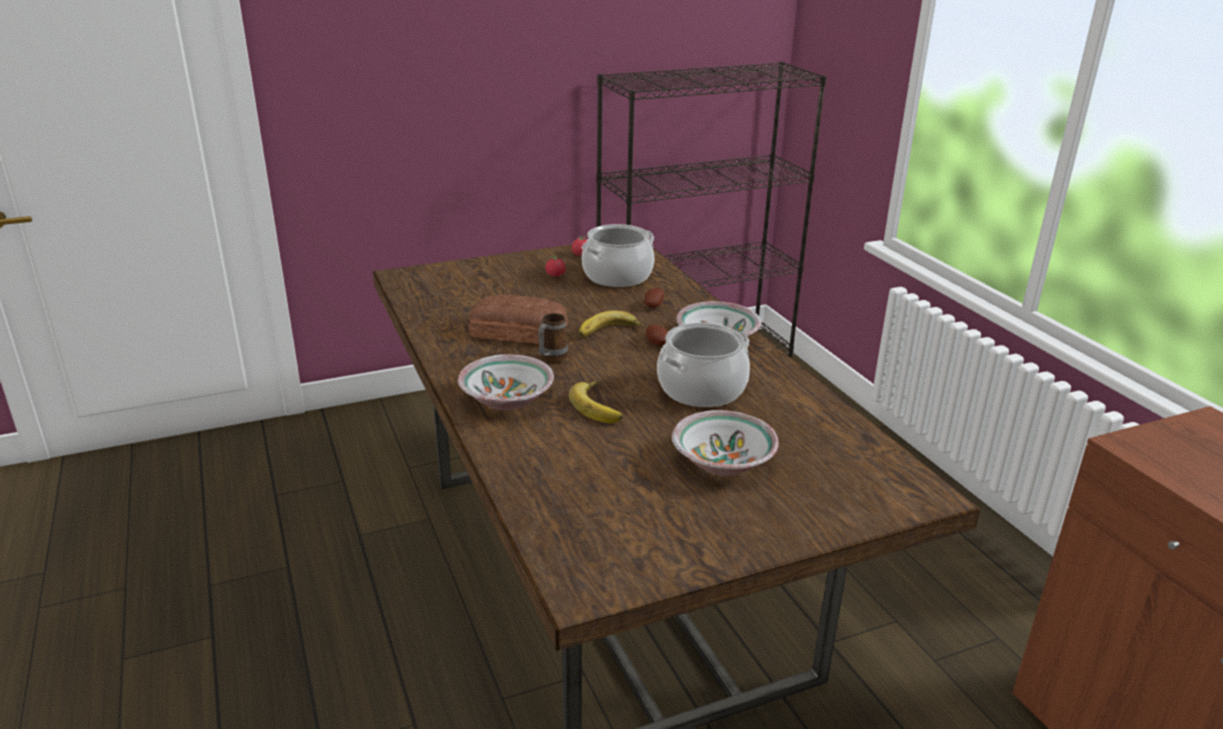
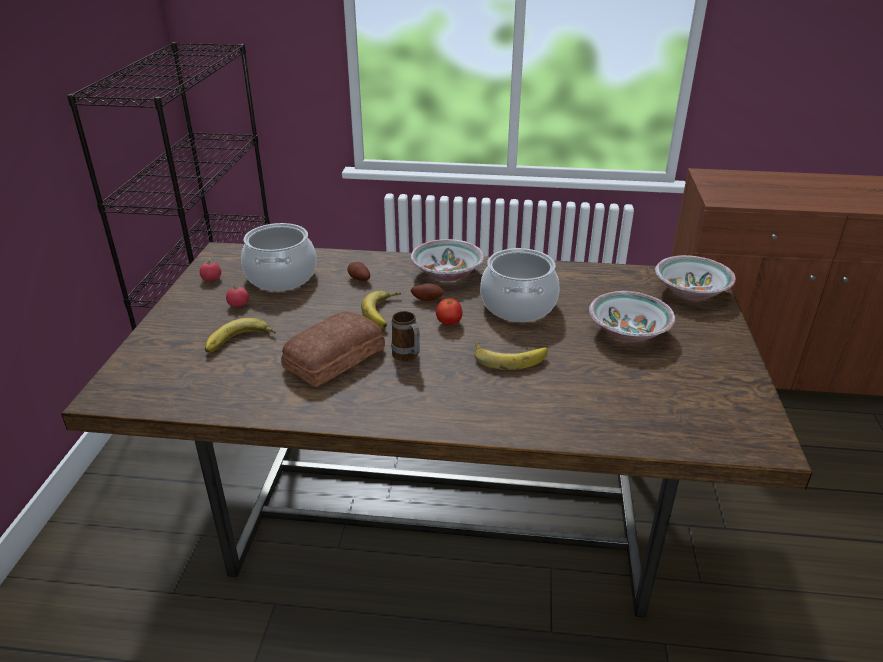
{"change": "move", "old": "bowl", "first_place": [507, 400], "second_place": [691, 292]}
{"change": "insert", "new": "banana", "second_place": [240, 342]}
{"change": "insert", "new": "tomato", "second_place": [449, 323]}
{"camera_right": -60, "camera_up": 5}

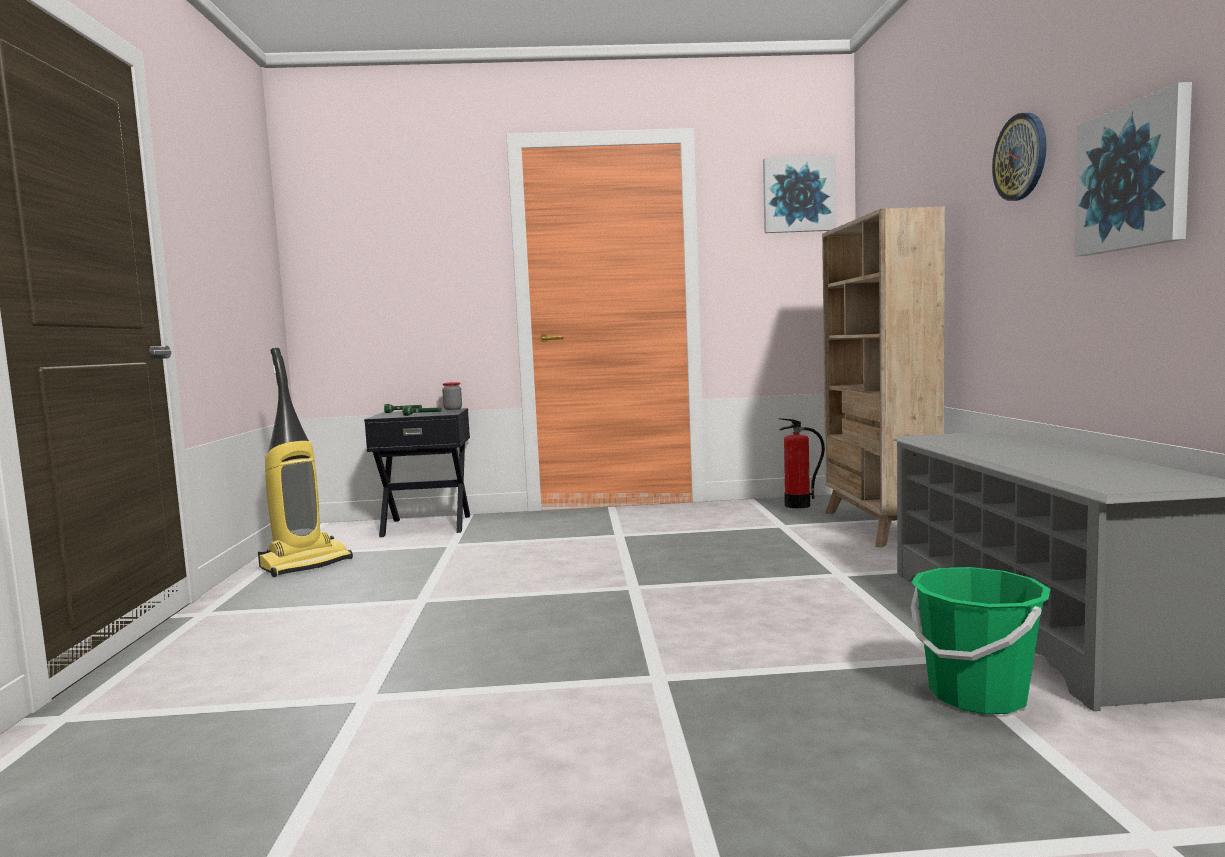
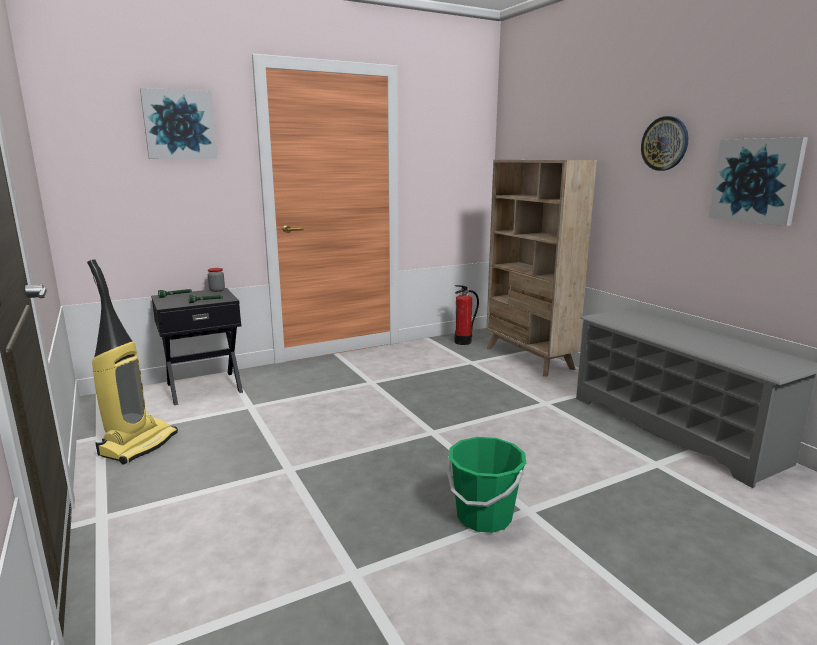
{"change": "move", "old": "picture", "first_place": [798, 195], "second_place": [179, 125]}
{"change": "move", "old": "green bucket", "first_place": [977, 695], "second_place": [484, 517]}
{"camera_right": -25, "camera_up": 10}

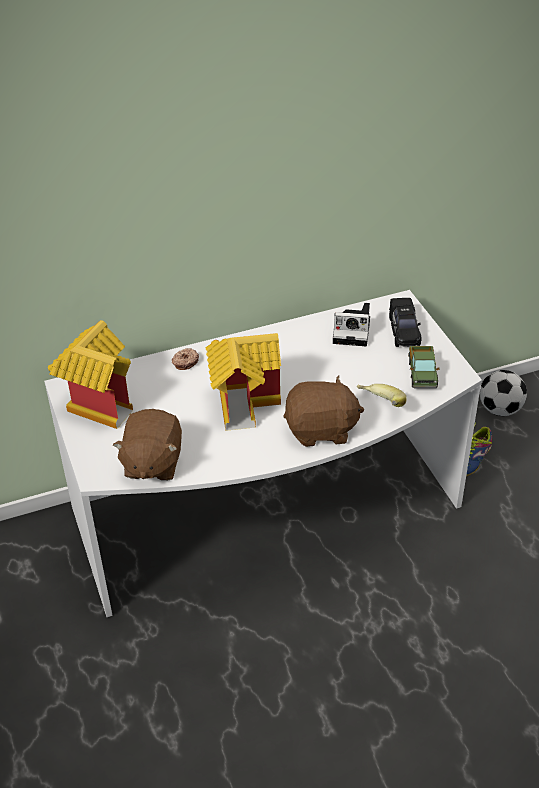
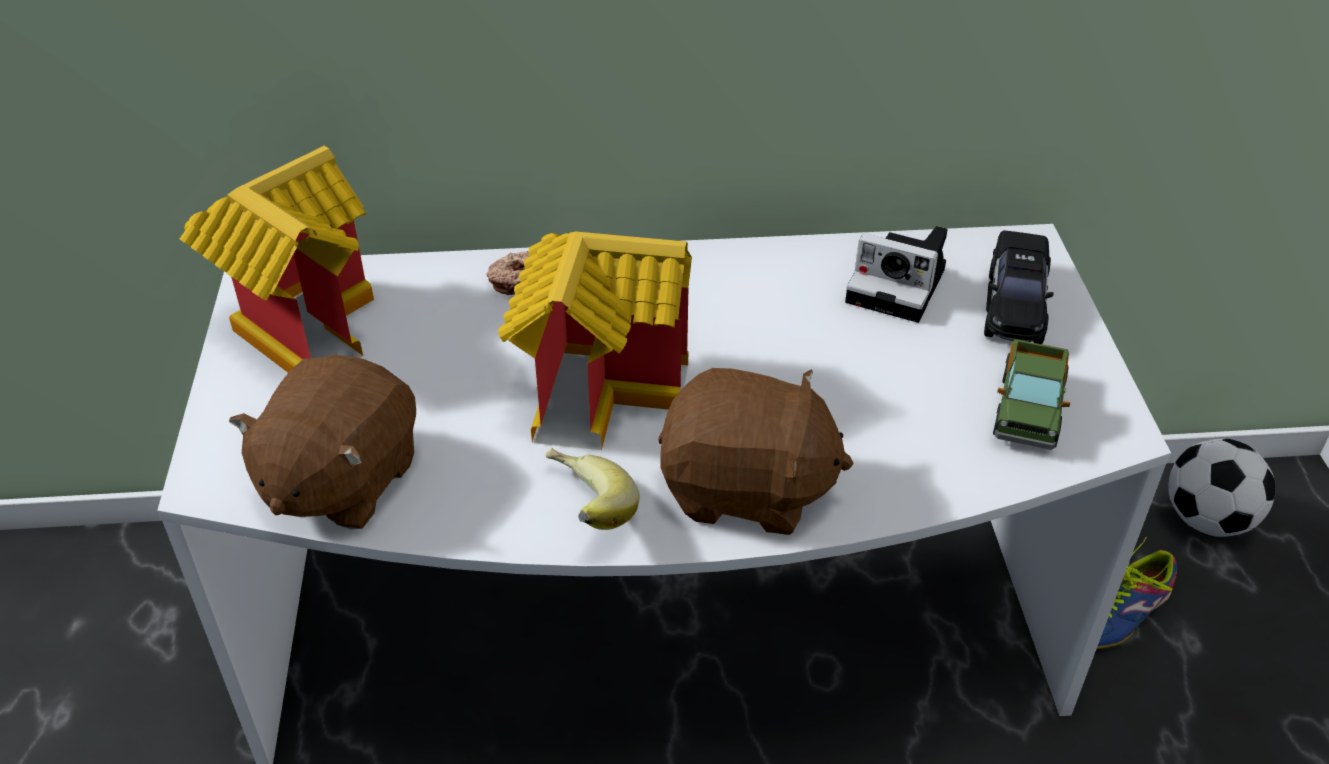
{"change": "move", "old": "banana", "first_place": [379, 406], "second_place": [583, 512]}
{"camera_right": 15, "camera_up": 0}

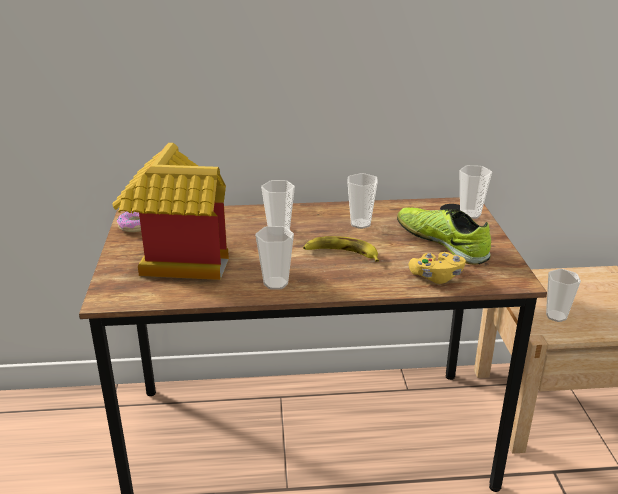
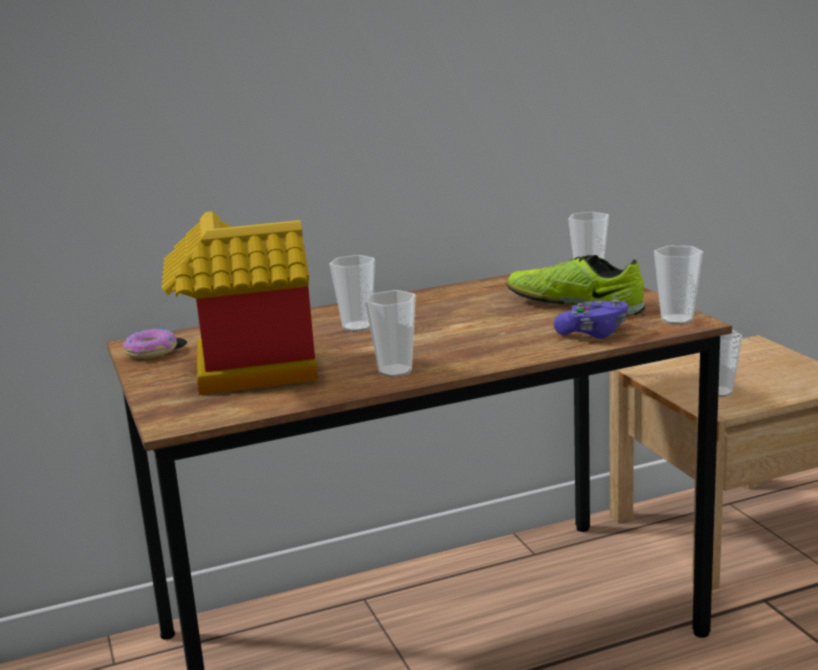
{"change": "delete", "old": "banana", "first_place": [341, 254]}
{"change": "move", "old": "cup", "first_place": [360, 224], "second_place": [677, 320]}
{"change": "recolor", "old": "yellow game controller", "new": "purple game controller", "first_place": [436, 277], "second_place": [593, 334]}
{"camera_right": -15, "camera_up": -10}

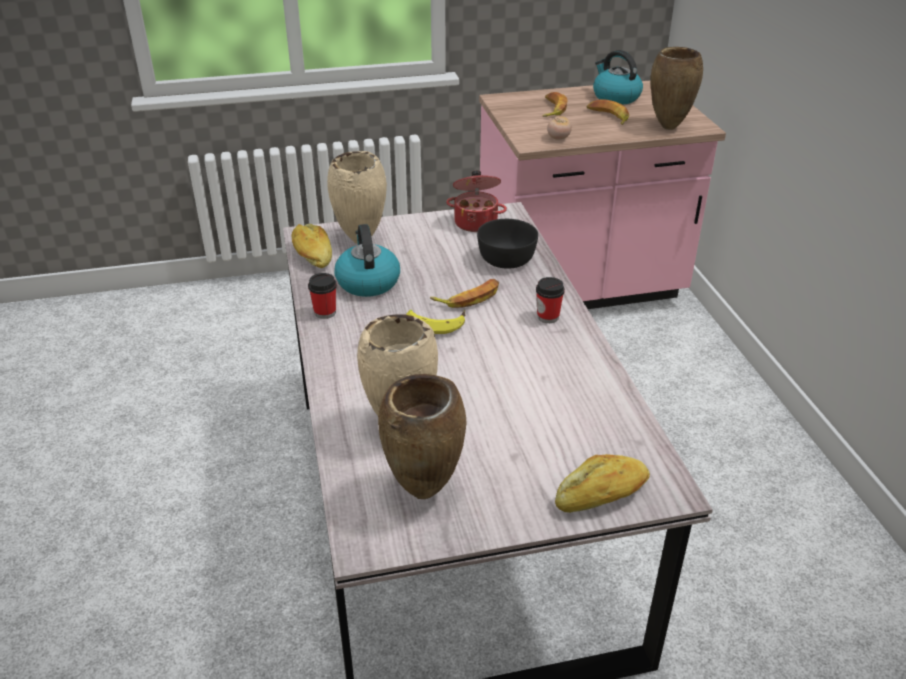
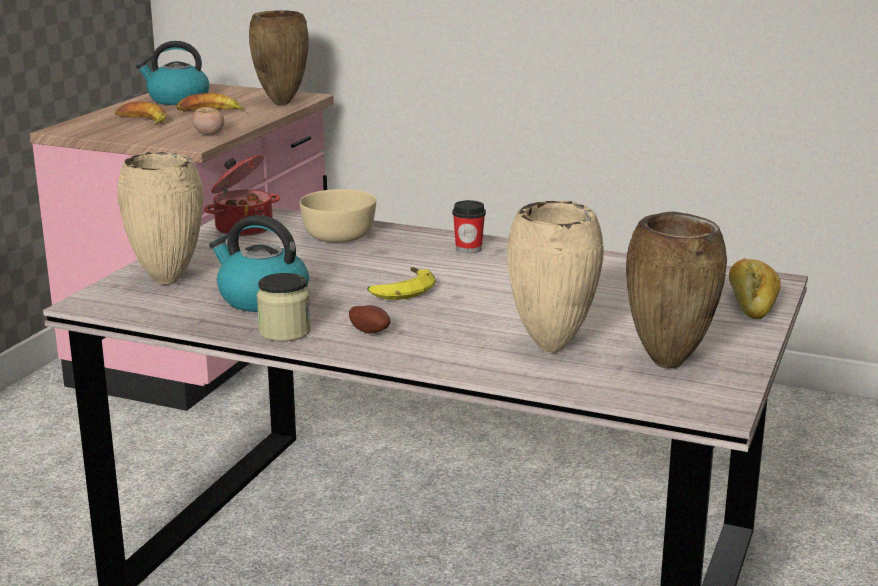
{"change": "delete", "old": "bread", "first_place": [312, 255]}
{"change": "replace", "old": "cup", "new": "jar", "first_place": [325, 312], "second_place": [285, 332]}
{"change": "delete", "old": "banana", "first_place": [469, 298]}
{"change": "recolor", "old": "black bowl", "new": "beige bowl", "first_place": [505, 259], "second_place": [338, 236]}
{"change": "insert", "new": "potato", "second_place": [370, 331]}
{"camera_right": -55, "camera_up": -15}

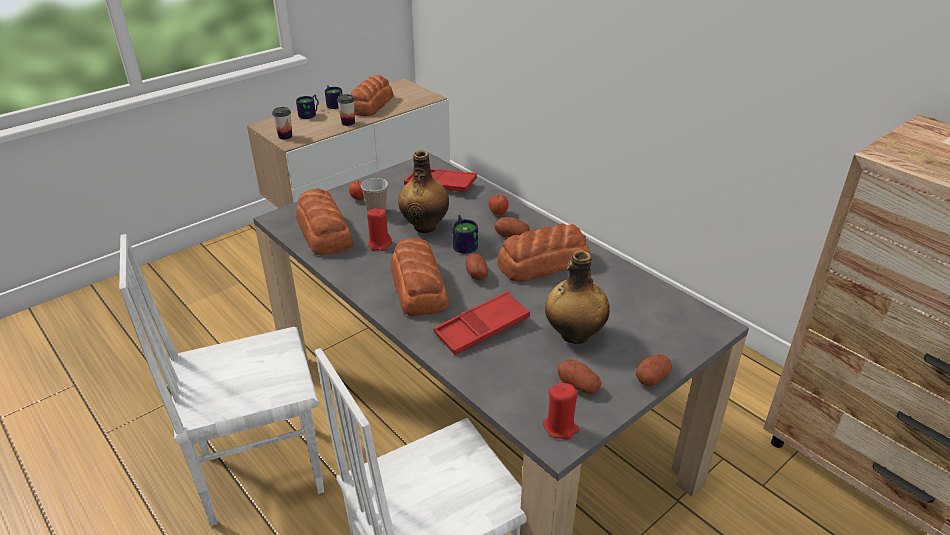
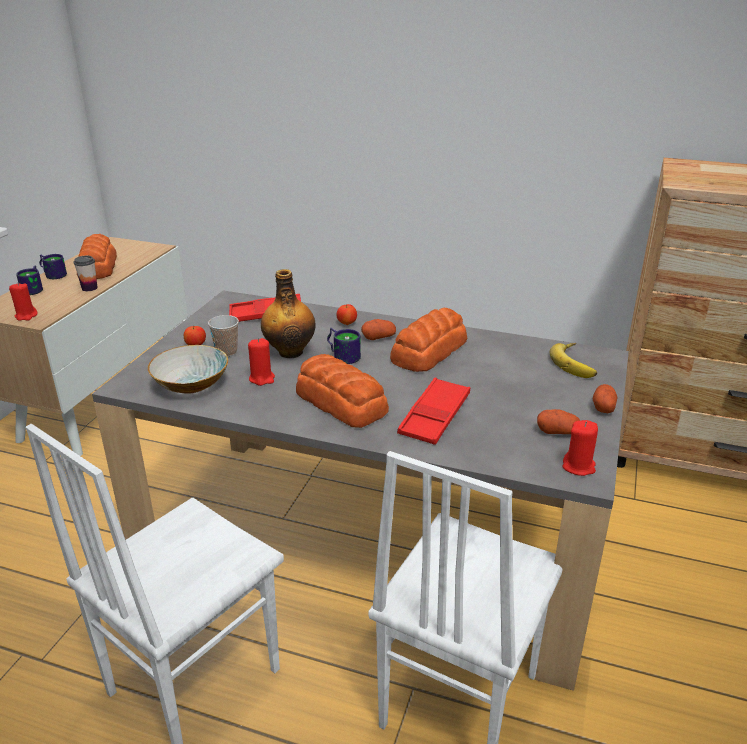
{"change": "replace", "old": "cup", "new": "red candle", "first_place": [285, 136], "second_place": [26, 316]}
{"change": "replace", "old": "bread", "new": "bowl", "first_place": [324, 232], "second_place": [191, 385]}
{"change": "delete", "old": "potato", "first_place": [476, 274]}
{"change": "delete", "old": "bottle", "first_place": [573, 335]}
{"change": "insert", "new": "banana", "second_place": [576, 363]}
{"camera_right": -30, "camera_up": -5}

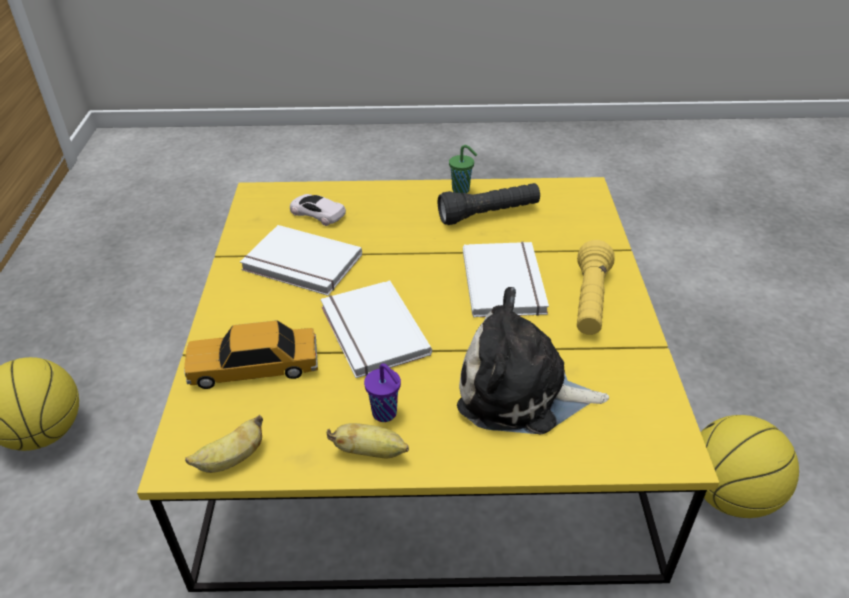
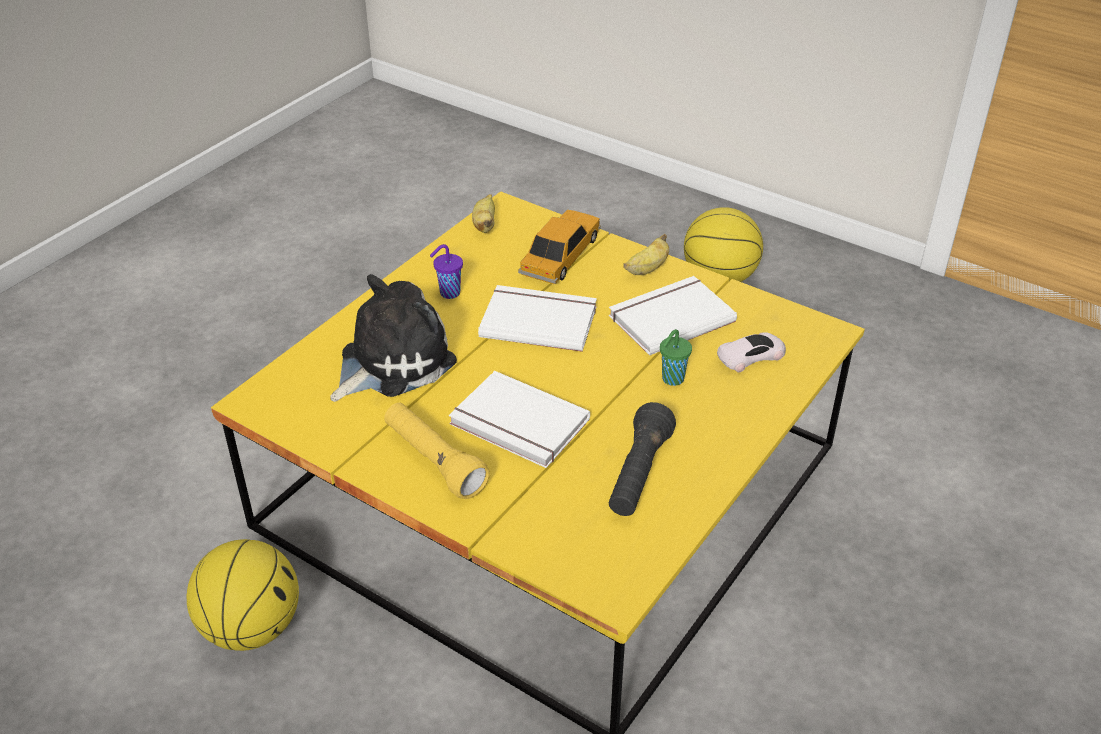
{"change": "move", "old": "banana", "first_place": [371, 452], "second_place": [647, 269]}
{"change": "move", "old": "green cup", "first_place": [462, 190], "second_place": [671, 379]}
{"camera_right": 125, "camera_up": 0}

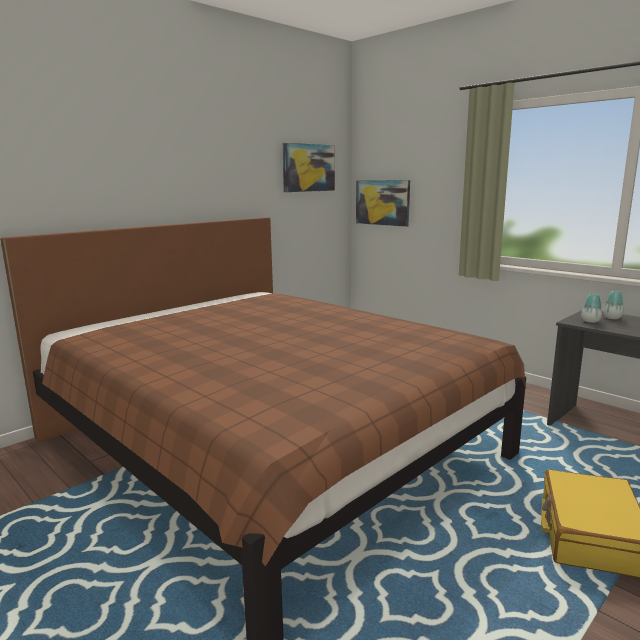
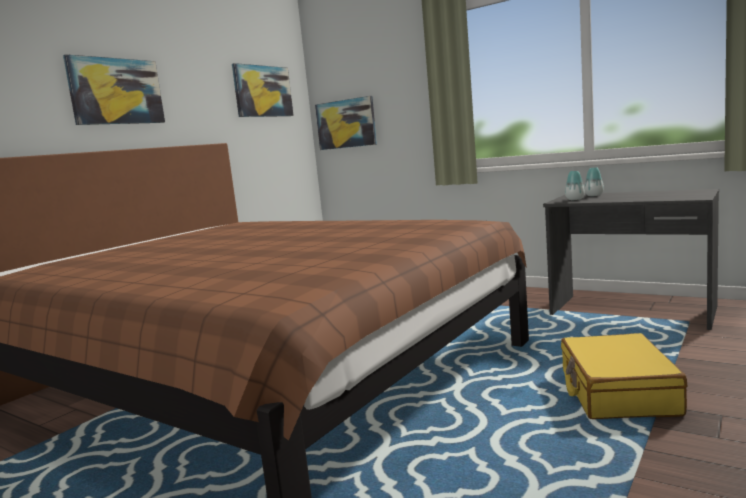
{"change": "insert", "new": "picture", "second_place": [116, 91]}
{"camera_right": -10, "camera_up": -5}

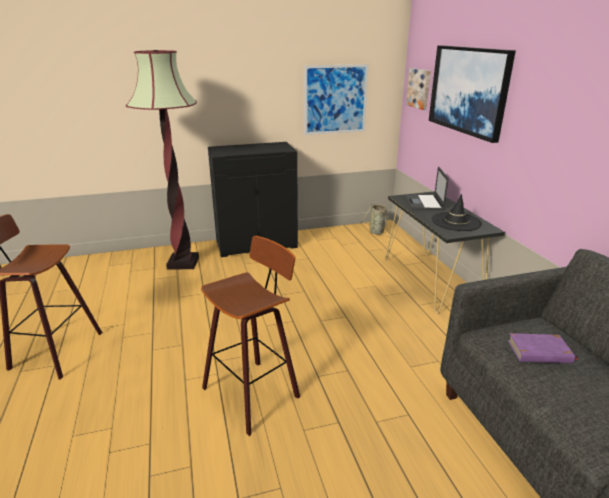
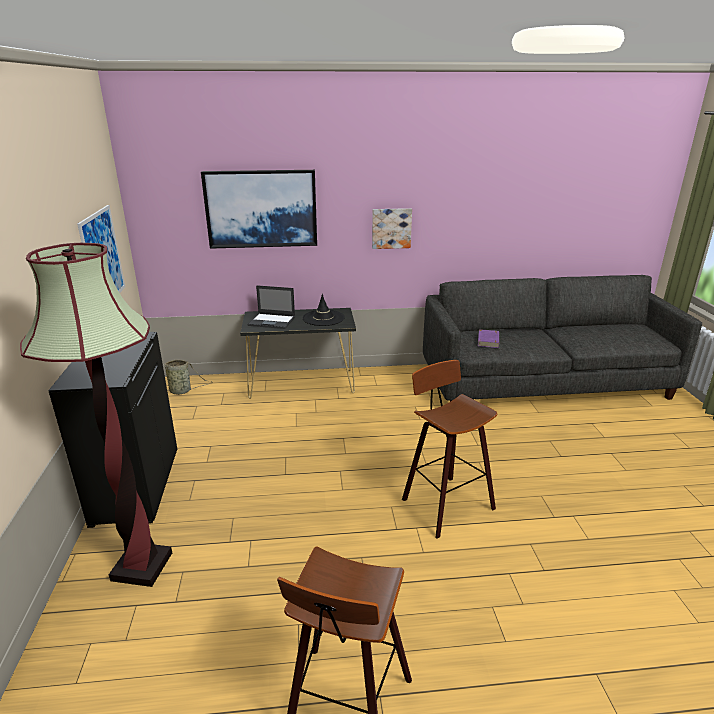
{"change": "move", "old": "picture", "first_place": [419, 88], "second_place": [391, 228]}
{"camera_right": -80, "camera_up": 0}

